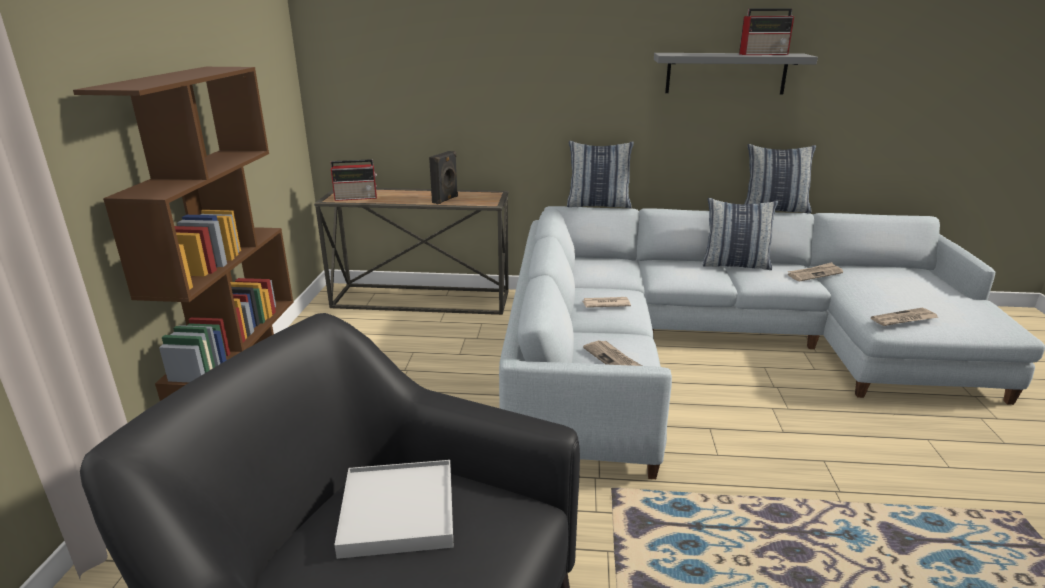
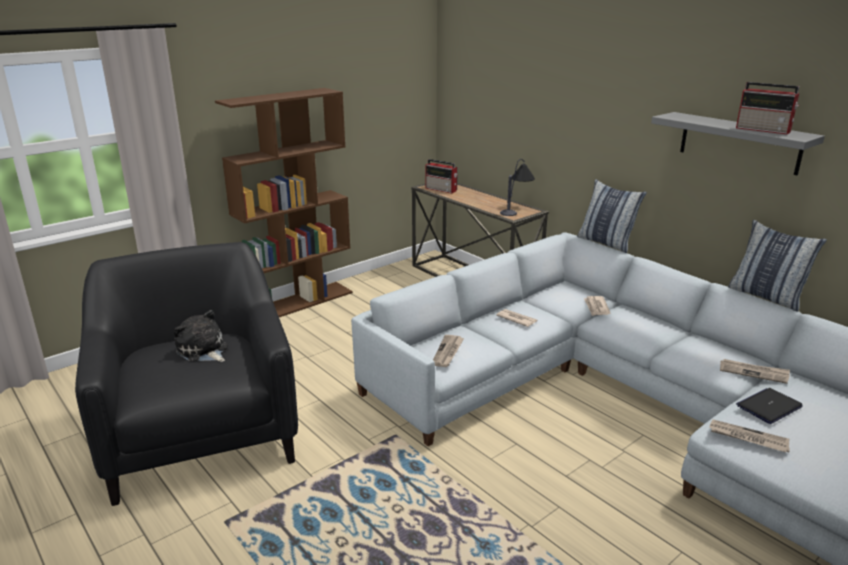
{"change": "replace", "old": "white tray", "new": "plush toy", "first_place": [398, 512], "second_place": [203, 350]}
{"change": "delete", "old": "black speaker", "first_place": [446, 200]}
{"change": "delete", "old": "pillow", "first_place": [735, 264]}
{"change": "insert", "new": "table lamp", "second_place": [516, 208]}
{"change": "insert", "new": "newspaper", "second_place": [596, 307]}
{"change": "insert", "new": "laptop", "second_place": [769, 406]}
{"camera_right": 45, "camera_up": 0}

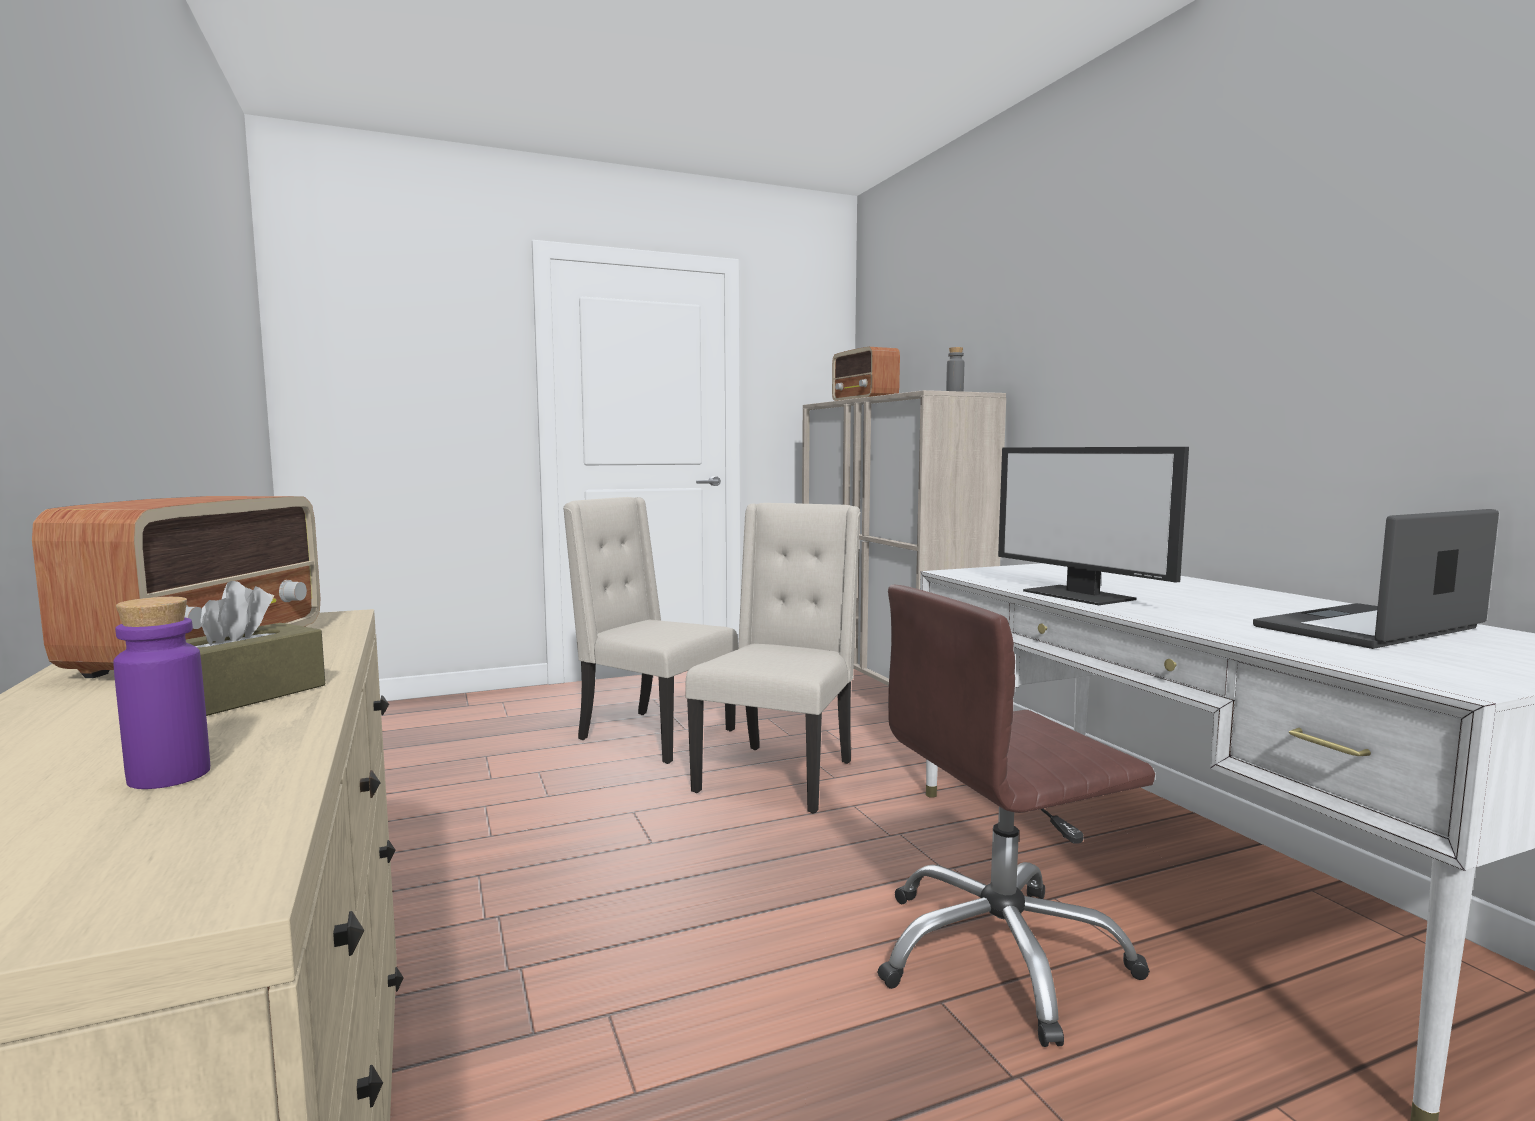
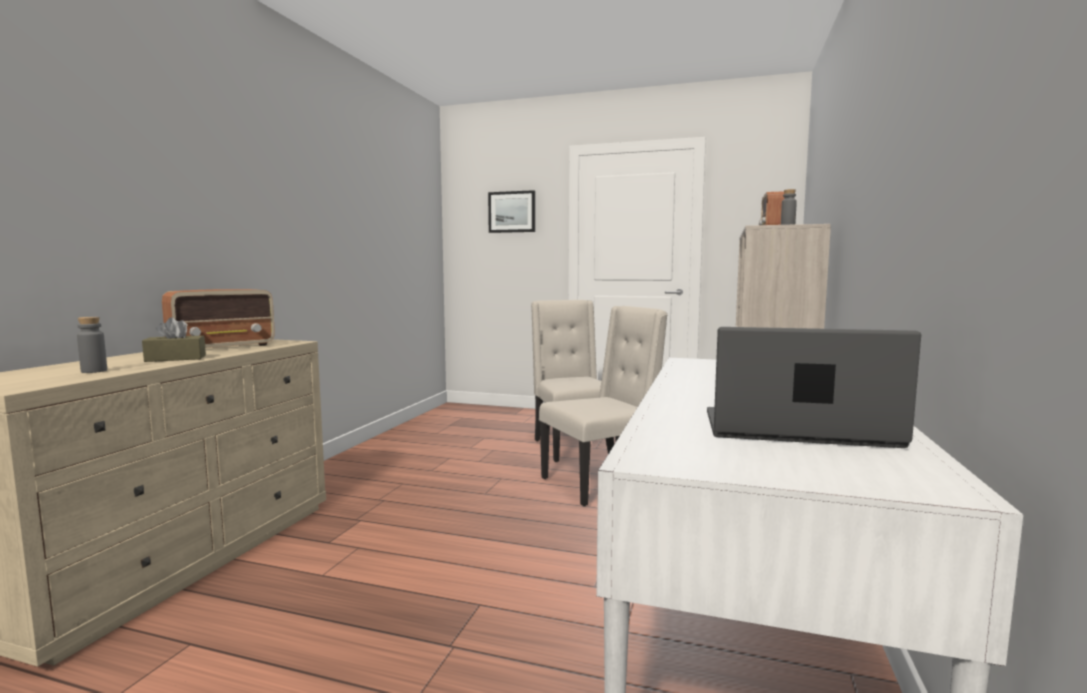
{"change": "recolor", "old": "purple bottle", "new": "grey bottle", "first_place": [169, 776], "second_place": [94, 371]}
{"change": "delete", "old": "brown office chair", "first_place": [1000, 955]}
{"change": "delete", "old": "monitor", "first_place": [1080, 595]}
{"change": "insert", "new": "picture", "second_place": [512, 212]}
{"camera_right": 40, "camera_up": 0}

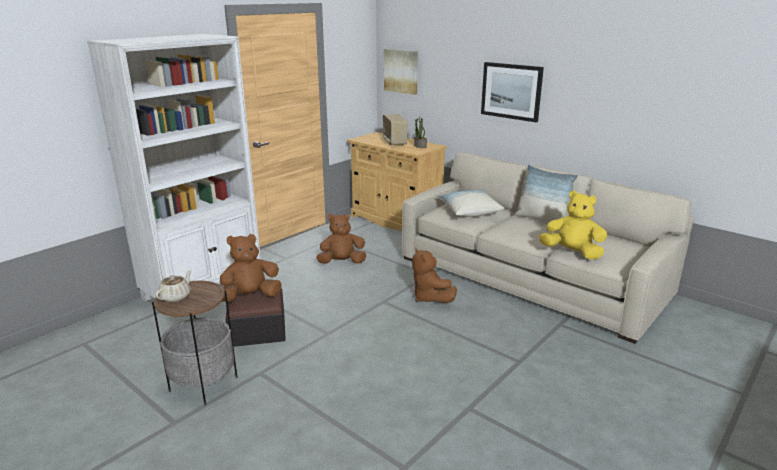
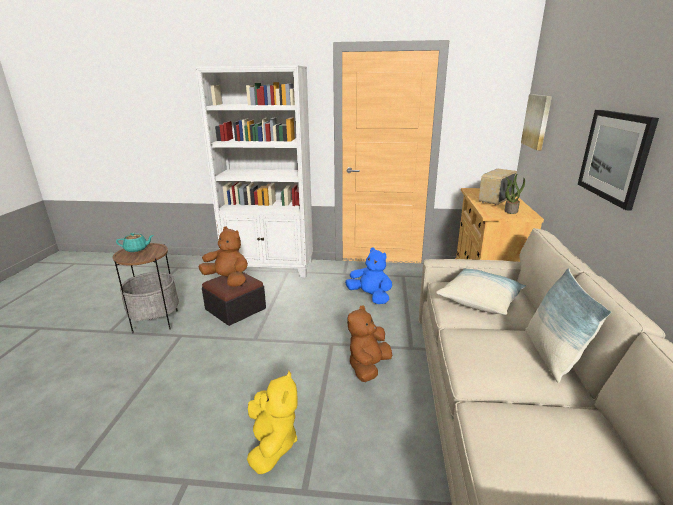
{"change": "recolor", "old": "beige teapot", "new": "turquoise teapot", "first_place": [176, 296], "second_place": [137, 249]}
{"change": "recolor", "old": "brown plush toy", "new": "blue plush toy", "first_place": [342, 262], "second_place": [370, 296]}
{"change": "move", "old": "yellow plush toy", "first_place": [572, 253], "second_place": [272, 444]}
{"camera_right": 55, "camera_up": 0}

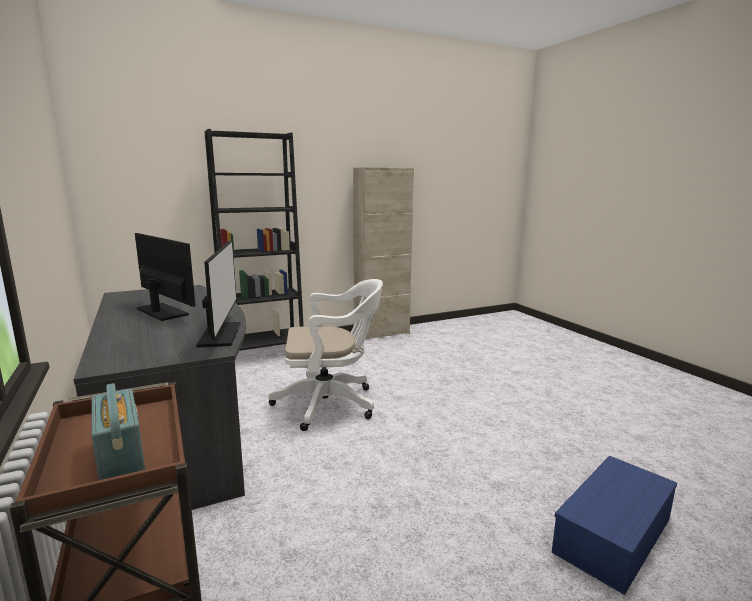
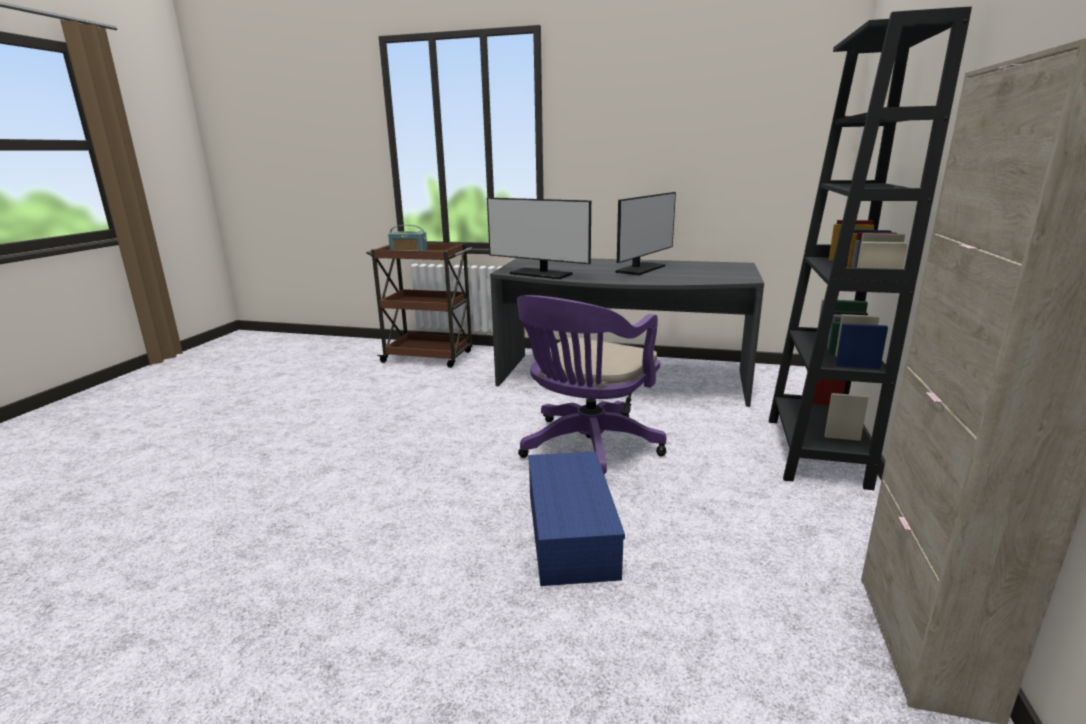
{"change": "rotate", "old": "monitor", "first_place": [162, 312], "second_place": [640, 269], "degrees": -45}
{"change": "recolor", "old": "white office chair", "new": "purple office chair", "first_place": [331, 404], "second_place": [586, 449]}
{"change": "move", "old": "blue storage box", "first_place": [614, 537], "second_place": [568, 531]}
{"camera_right": 130, "camera_up": 5}

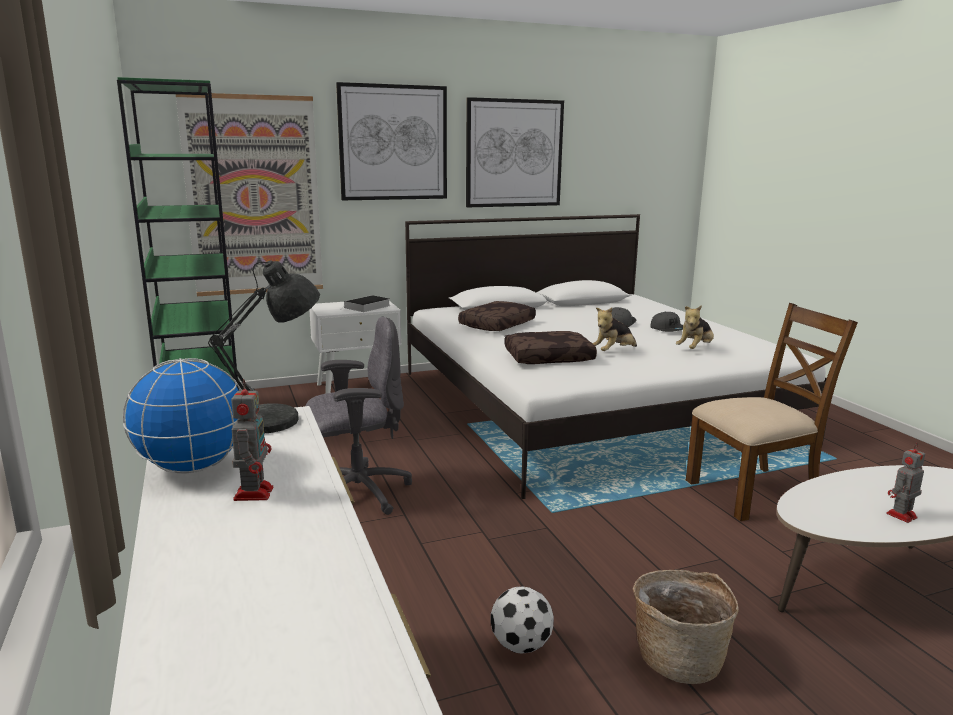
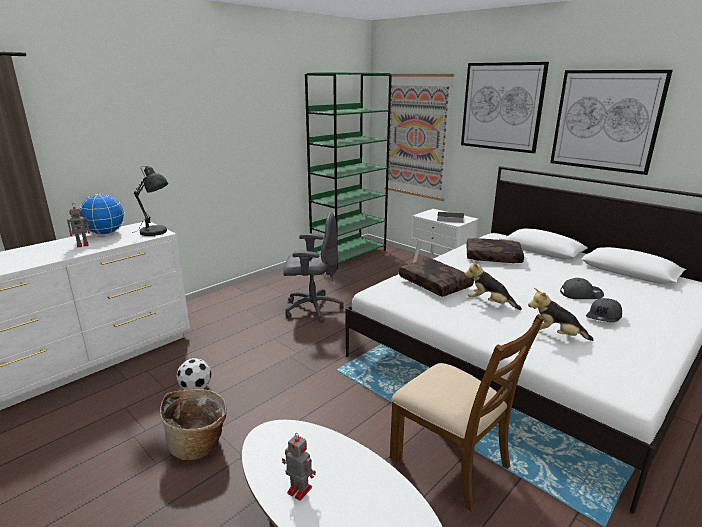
{"change": "rotate", "old": "grey office chair", "first_place": [357, 493], "second_place": [312, 308], "degrees": -45}
{"camera_right": 65, "camera_up": 5}

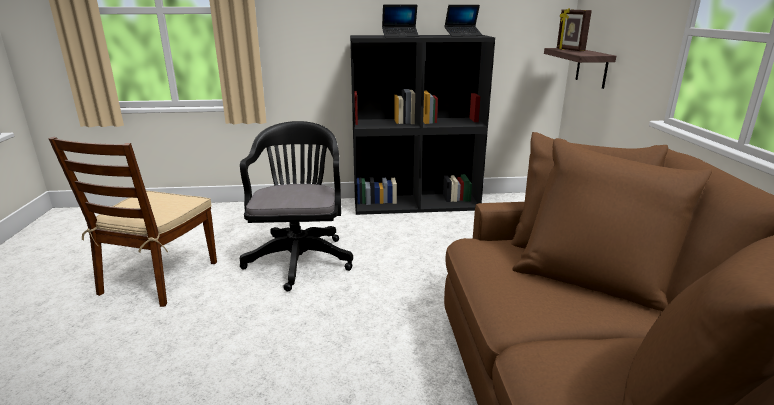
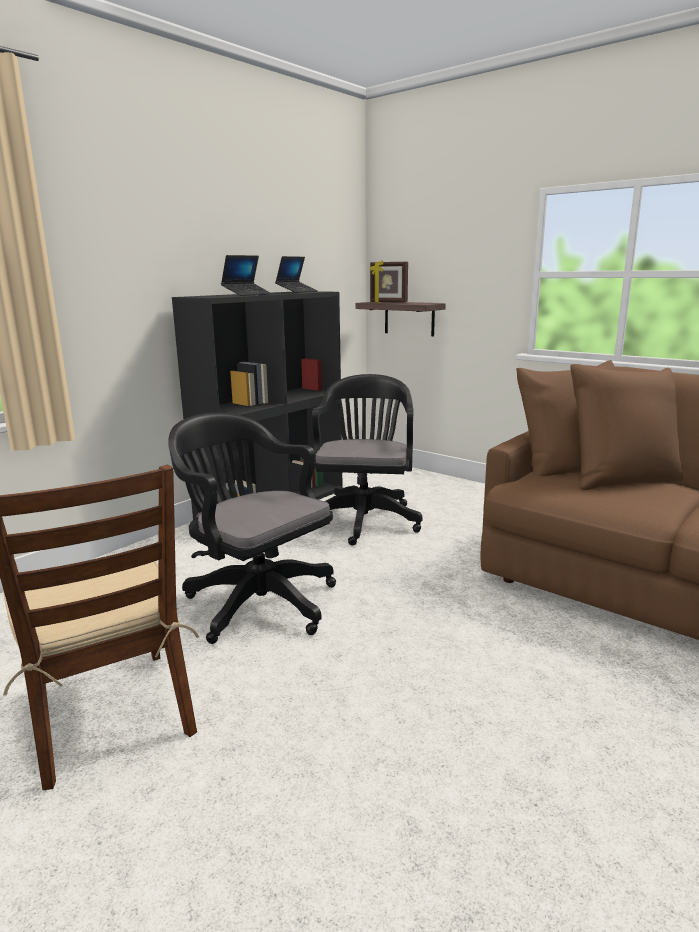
{"change": "insert", "new": "black office chair", "second_place": [364, 518]}
{"camera_right": -45, "camera_up": -5}

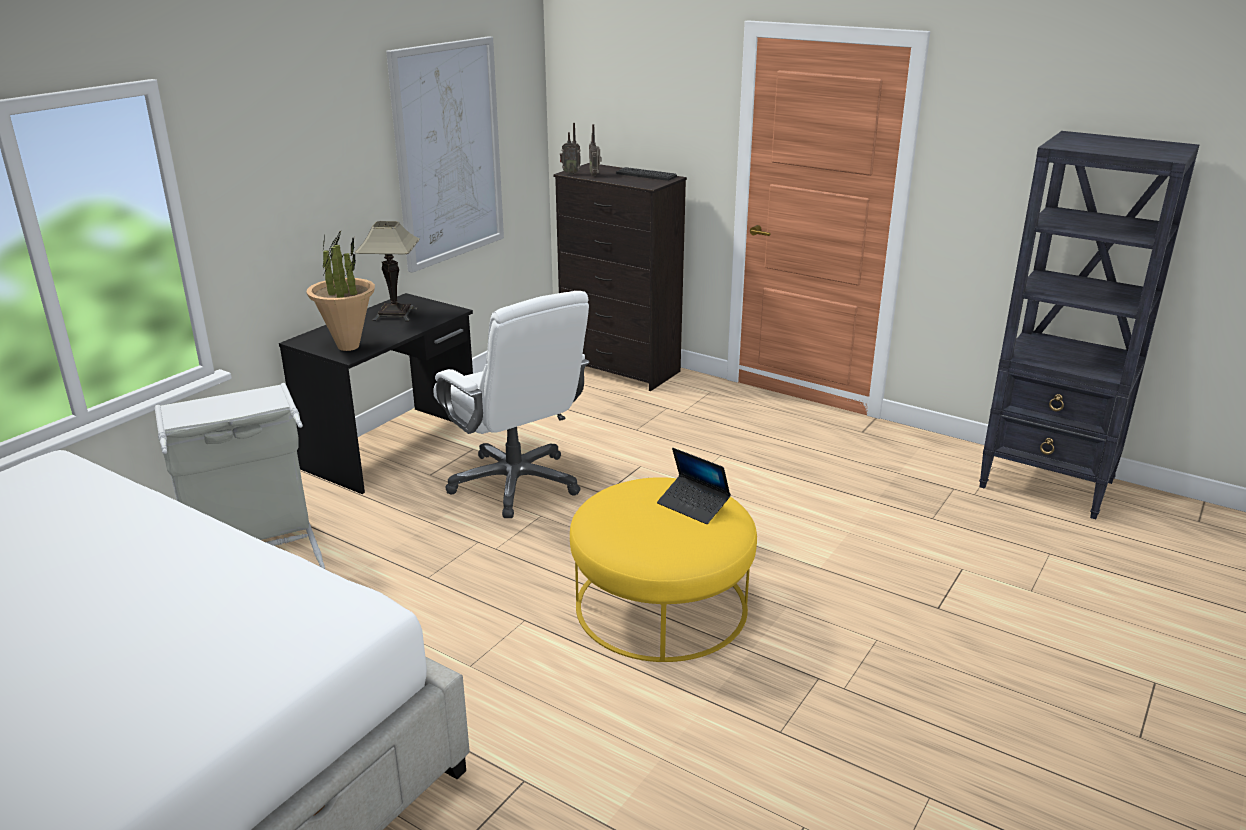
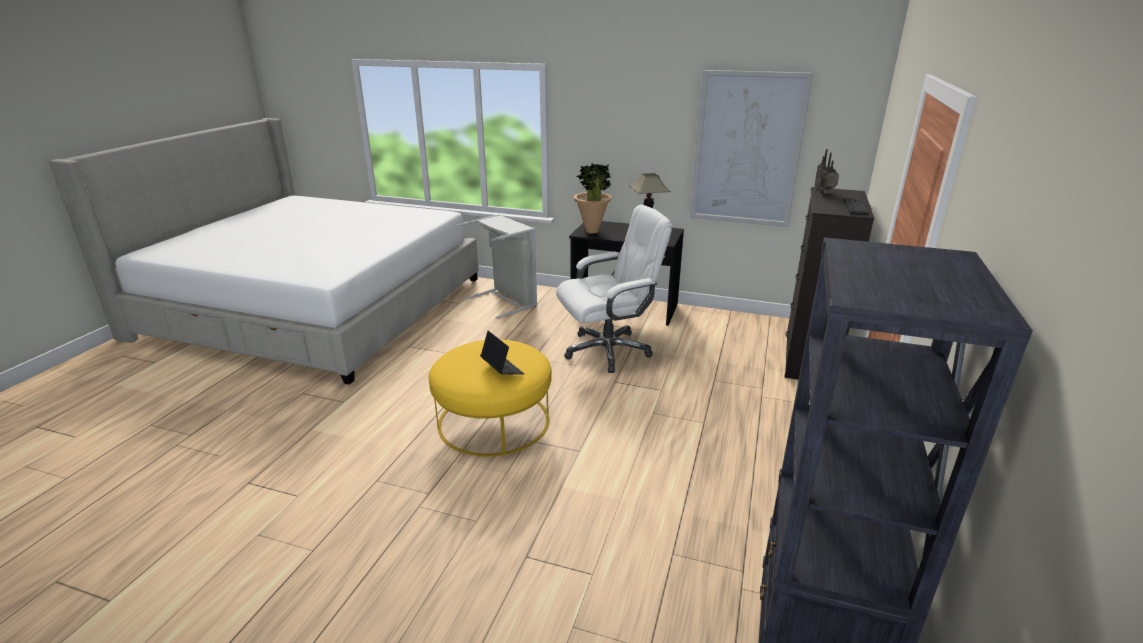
{"change": "rotate", "old": "white office chair", "first_place": [516, 483], "second_place": [608, 350], "degrees": -150}
{"change": "rotate", "old": "laptop", "first_place": [693, 505], "second_place": [502, 369], "degrees": 120}
{"camera_right": 75, "camera_up": 0}

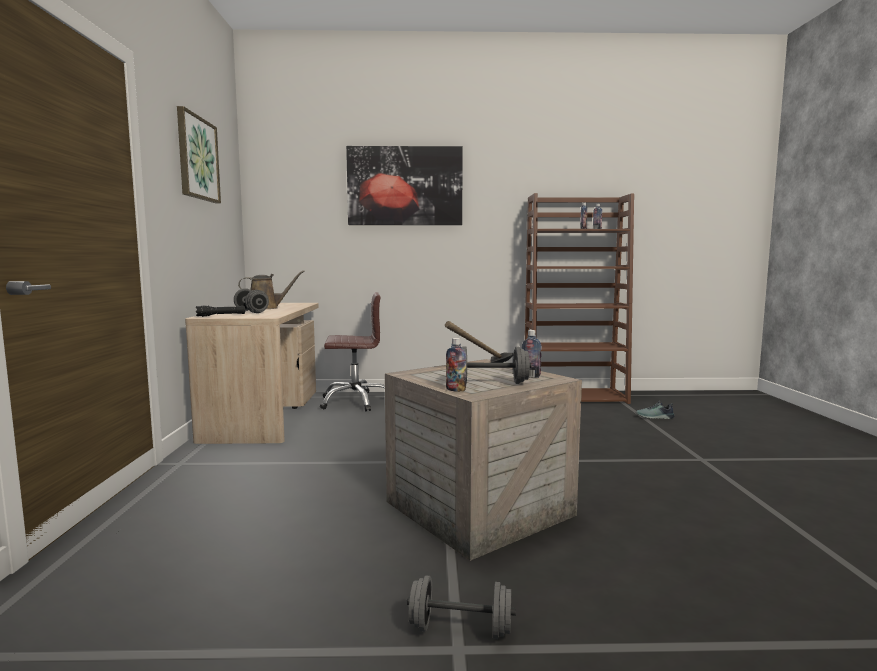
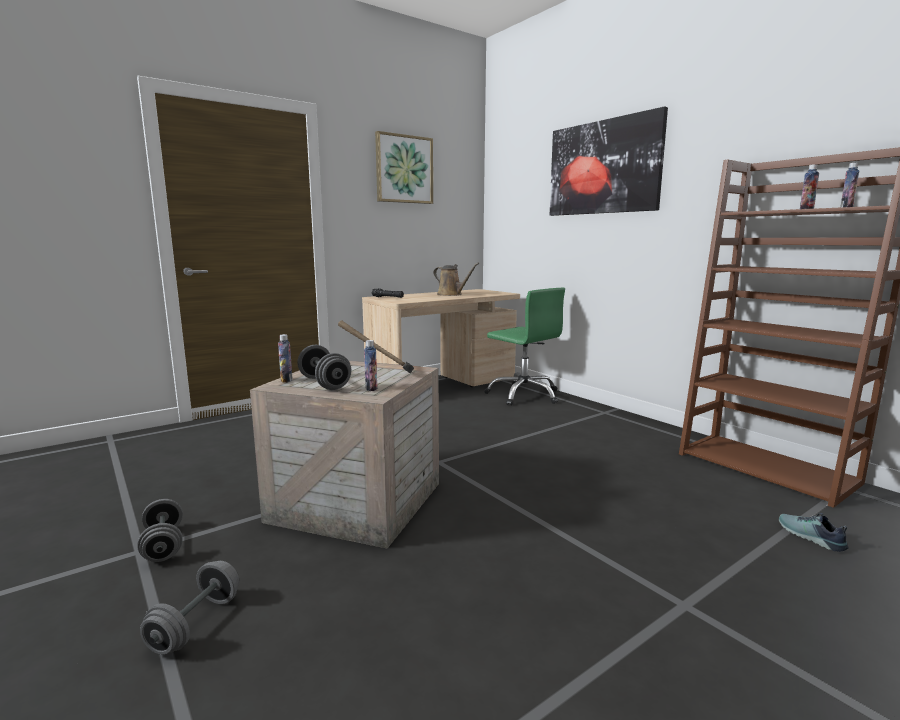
{"change": "move", "old": "grey dumbbell", "first_place": [251, 311], "second_place": [195, 624]}
{"change": "recolor", "old": "brown office chair", "new": "green office chair", "first_place": [355, 401], "second_place": [524, 395]}
{"camera_right": 55, "camera_up": 5}

